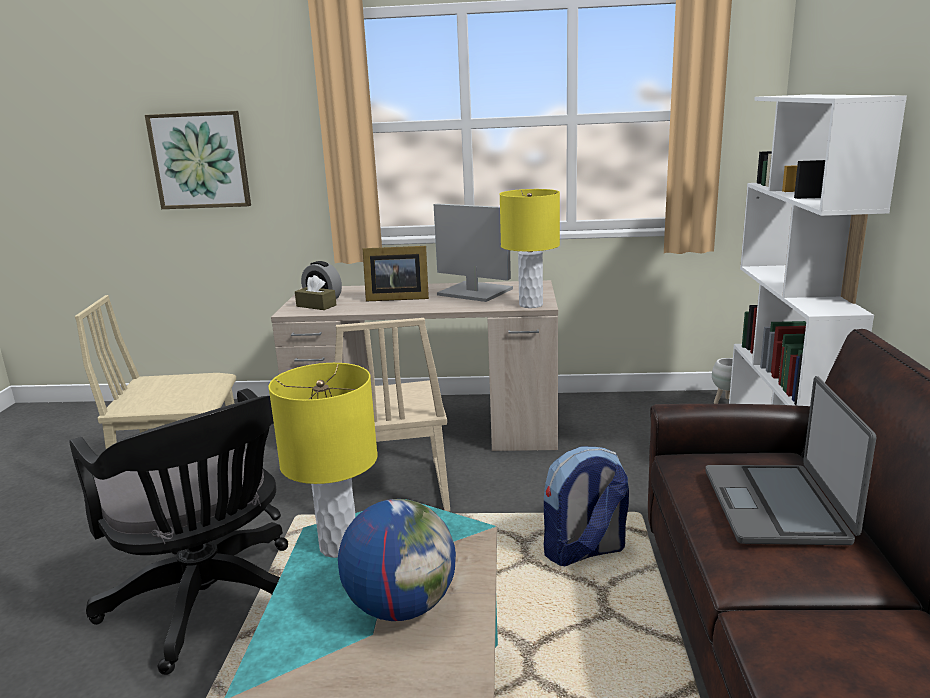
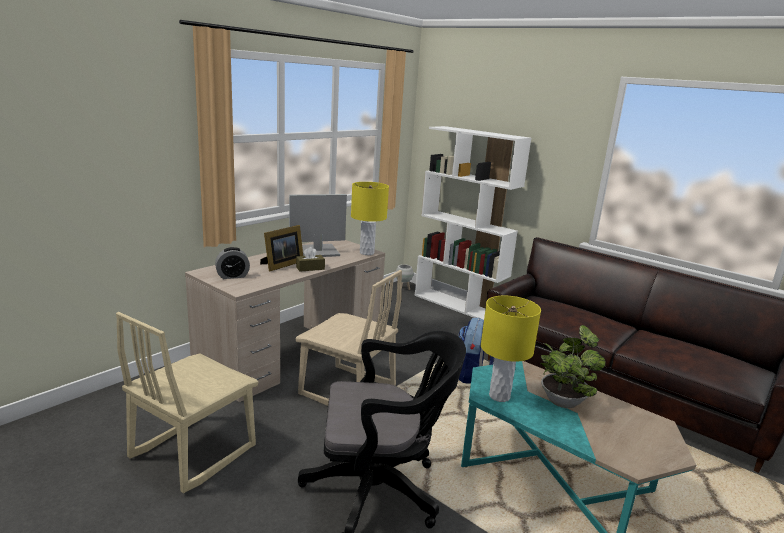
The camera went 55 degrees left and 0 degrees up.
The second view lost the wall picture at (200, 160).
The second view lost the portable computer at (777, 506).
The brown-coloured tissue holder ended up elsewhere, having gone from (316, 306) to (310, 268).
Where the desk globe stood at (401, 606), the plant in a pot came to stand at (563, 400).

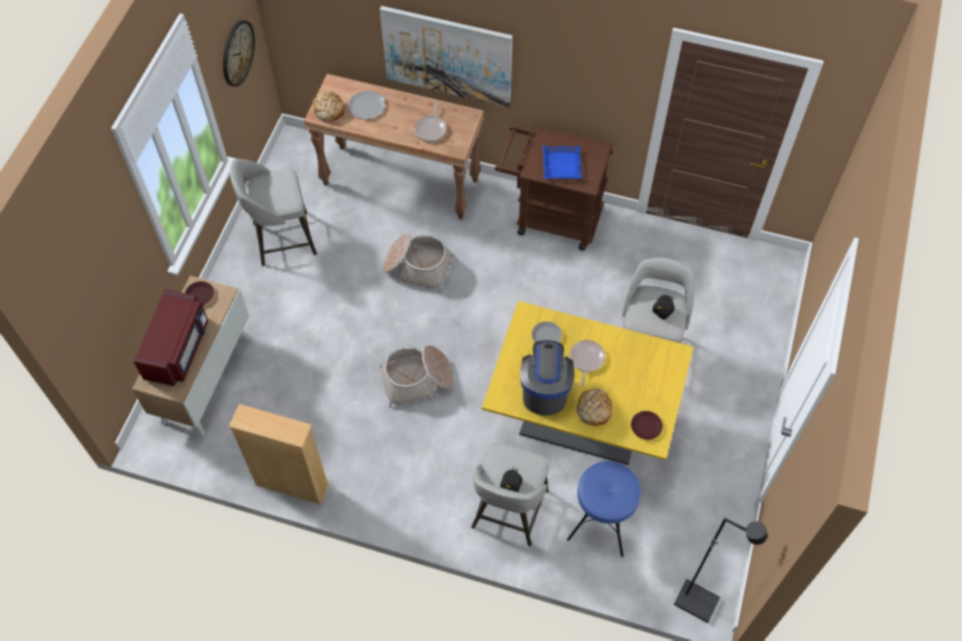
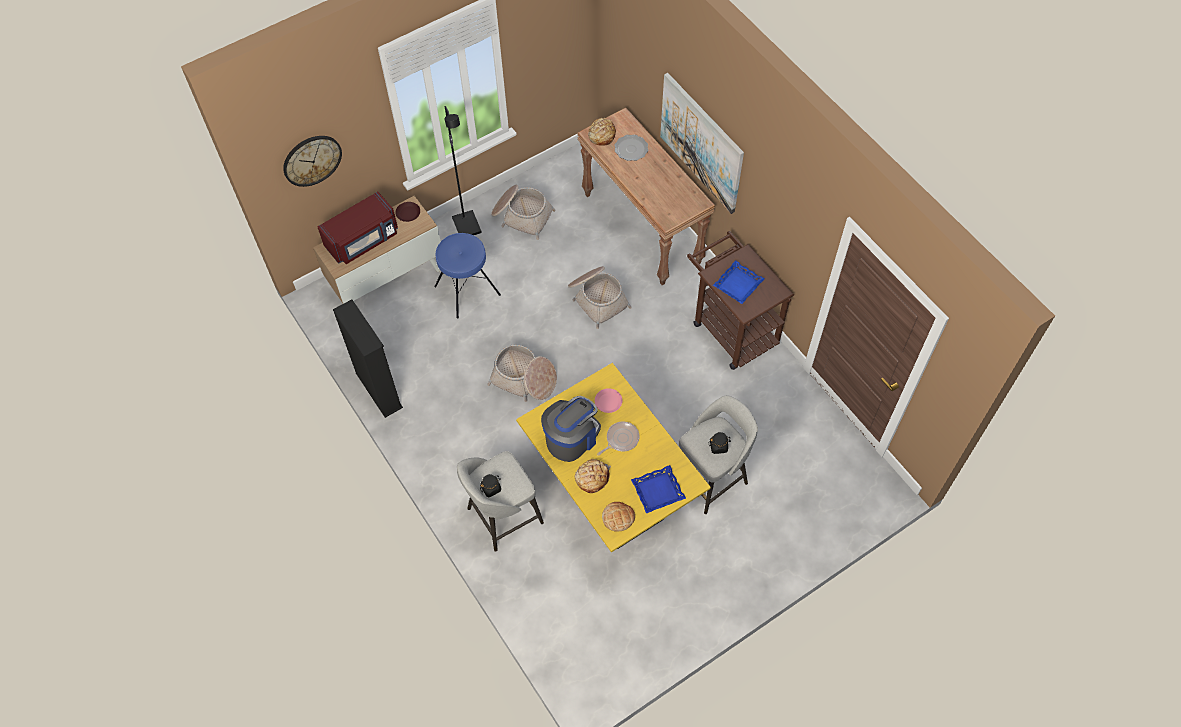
The camera went 40 degrees right and 0 degrees up.
The second view lost the pan at (431, 129).
The second view gained the bluish tray at (657, 490).
The hanging clock ended up elsewhere, having gone from (237, 53) to (312, 160).
The bluish stool ended up elsewhere, having gone from (602, 519) to (467, 290).
The black standard lamp ended up elsewhere, having gone from (697, 601) to (467, 226).
Where the greyish stool stood at (282, 239), the storage basket came to stand at (521, 216).
Where the brown-coloured flat dish stood at (646, 426), the bread came to stand at (618, 517).
What was the beige-coloured shelving unit at (292, 484) turned into the black shelving unit at (379, 390).
What was the greyish flat dish at (546, 336) turned into the pink flat dish at (608, 402).

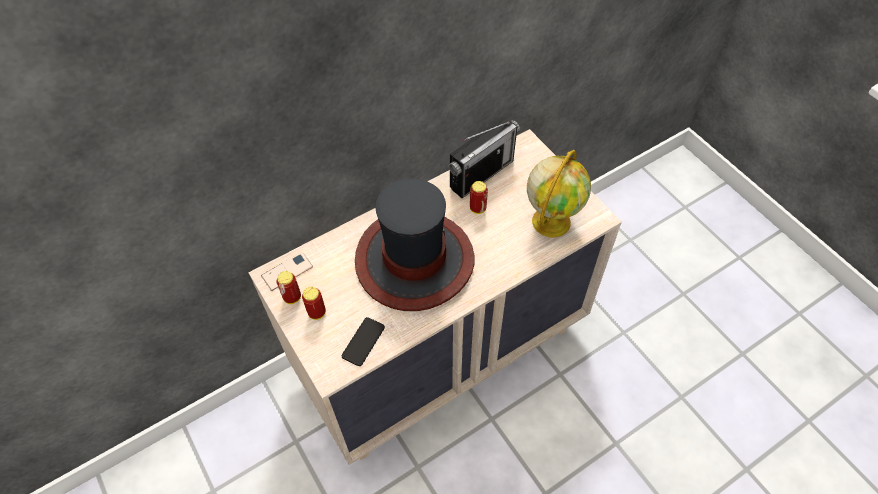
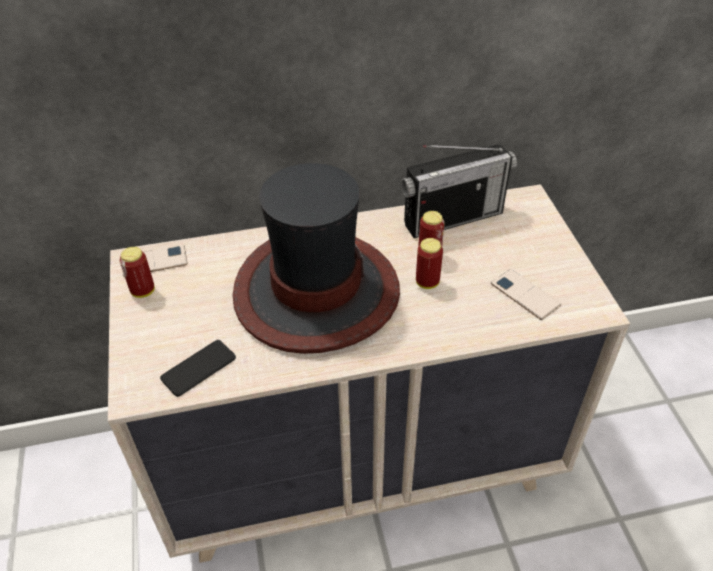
The camera went 20 degrees right and 10 degrees down.
The can ended up elsewhere, having gone from (317, 312) to (427, 282).
Where the desk globe stood at (551, 220), the phone came to stand at (525, 294).

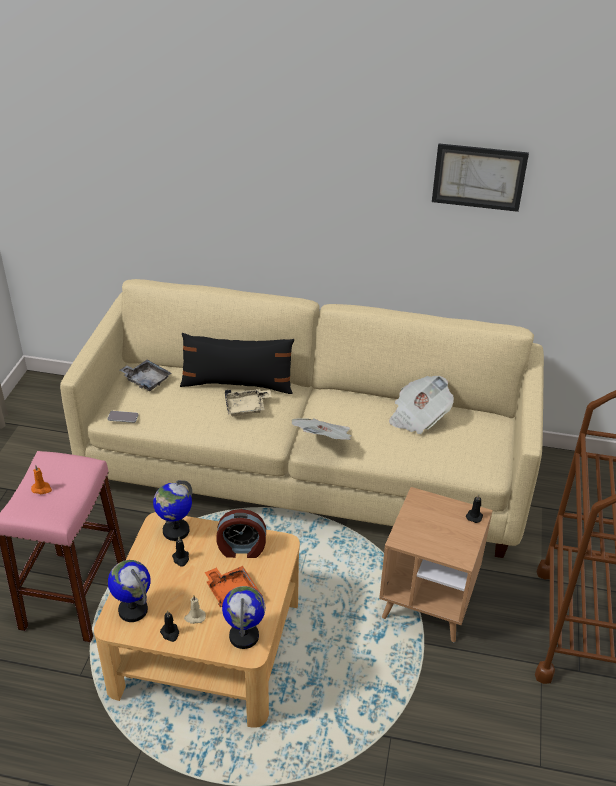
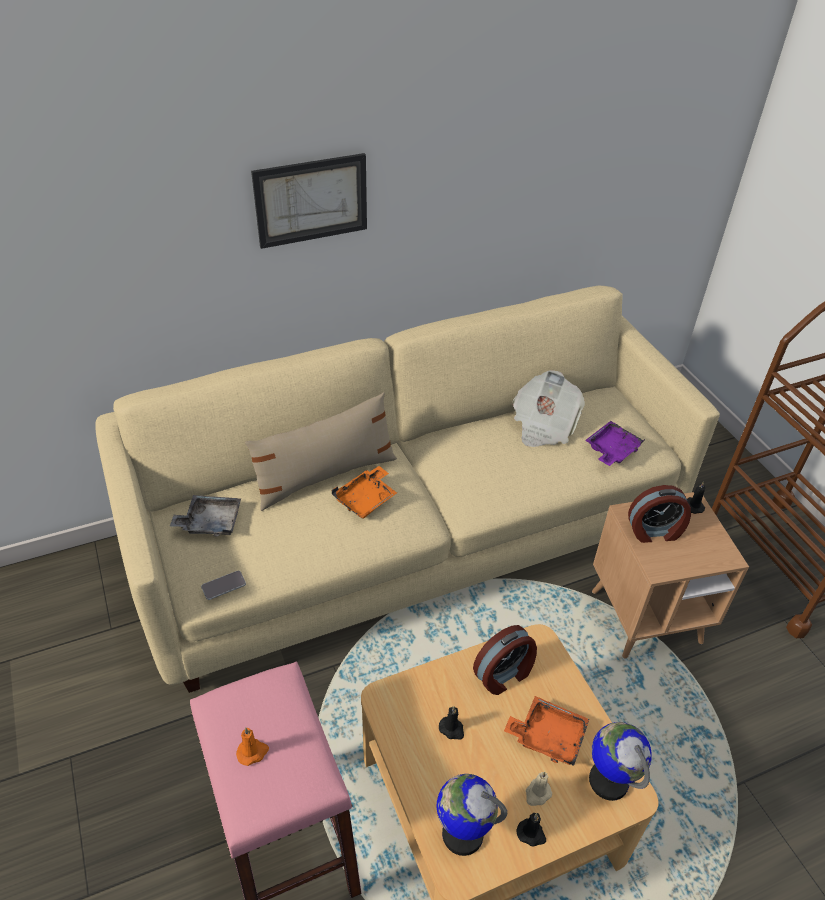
The camera went 35 degrees left and 5 degrees up.
The second view lost the desk globe at (175, 531).
The second view lost the printed paper at (324, 441).
The second view gained the purple-coloured tray at (611, 450).
The second view gained the bedside clock at (654, 531).
The wall picture ended up elsewhere, having gone from (479, 177) to (311, 200).
What was the black cushion at (237, 384) turned into the beige-coloured cushion at (325, 476).
What was the beige-coloured tray at (246, 407) turned into the orangey tray at (366, 499).

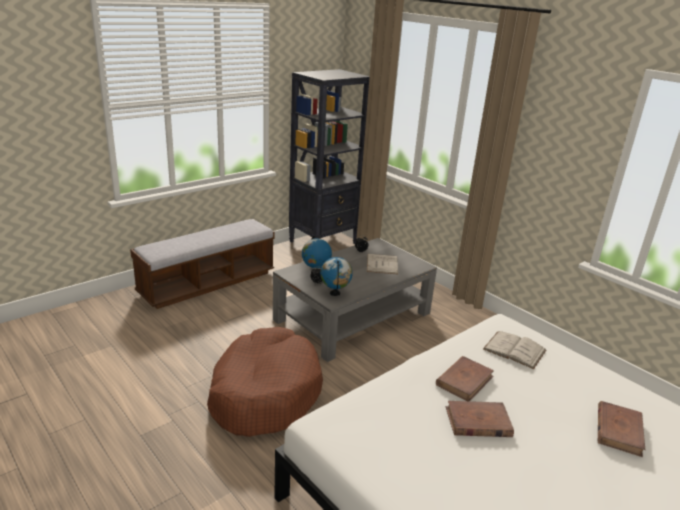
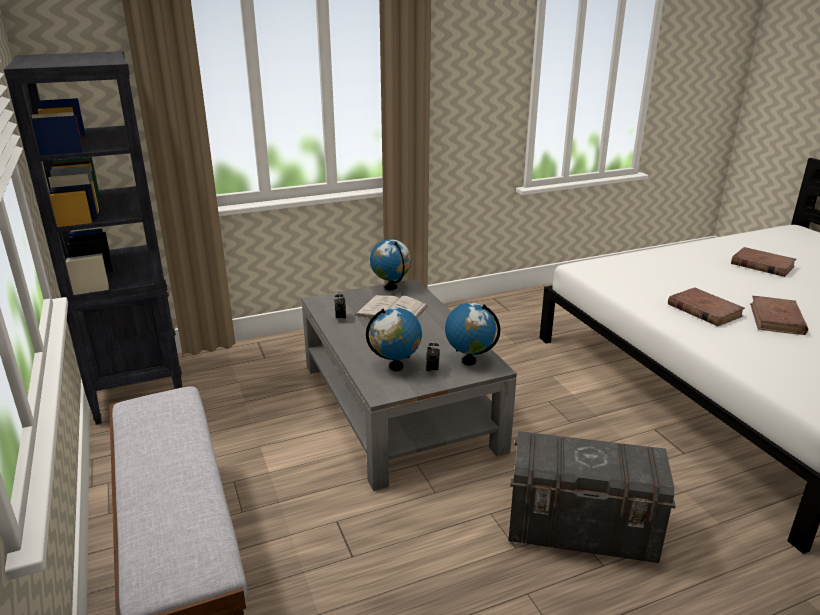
The camera went 70 degrees left and 0 degrees up.
The second view lost the whitish bound book at (514, 349).
The second view gained the desk globe at (391, 287).
Where the brown-coloured dog bed stood at (264, 393), the greyish storage bin came to stand at (581, 531).

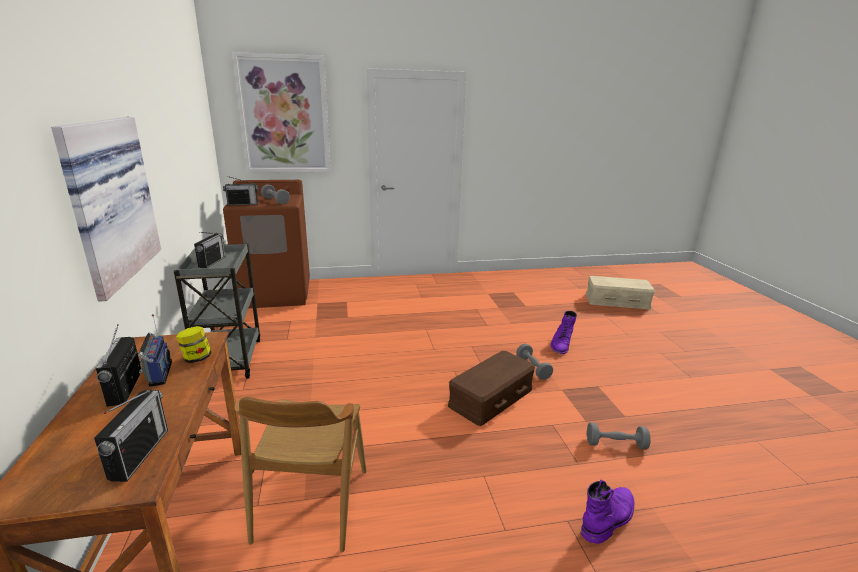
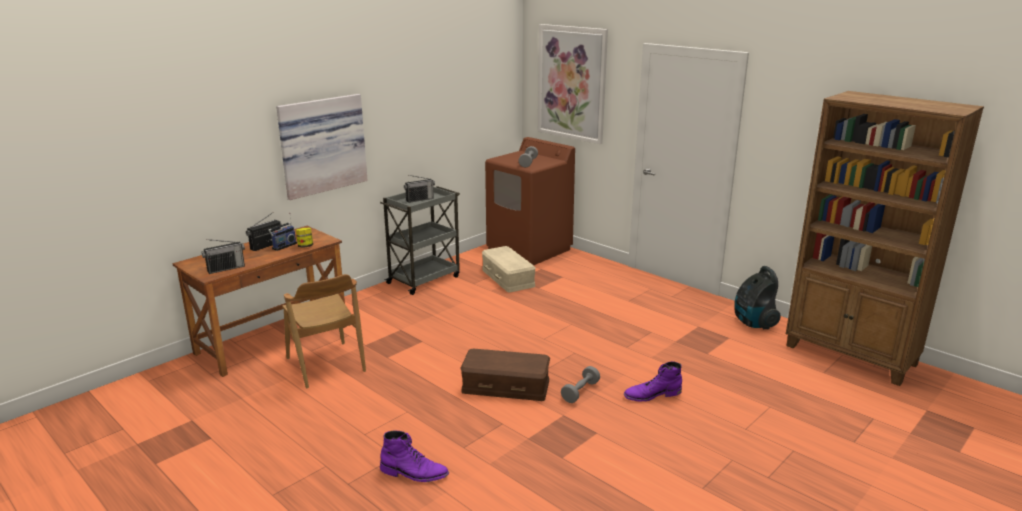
The camera went 55 degrees right and 0 degrees up.
The second view lost the radio at (243, 204).
The second view lost the greyish hand weight at (616, 444).
The second view gained the vacuum at (753, 323).
The second view gained the brown-coloured shelving unit at (851, 356).
The beige-coloured storage bin ended up elsewhere, having gone from (617, 300) to (508, 277).
The brown-coloured chair at (311, 504) ended up facing another way, 90 degrees counterclockwise from before.

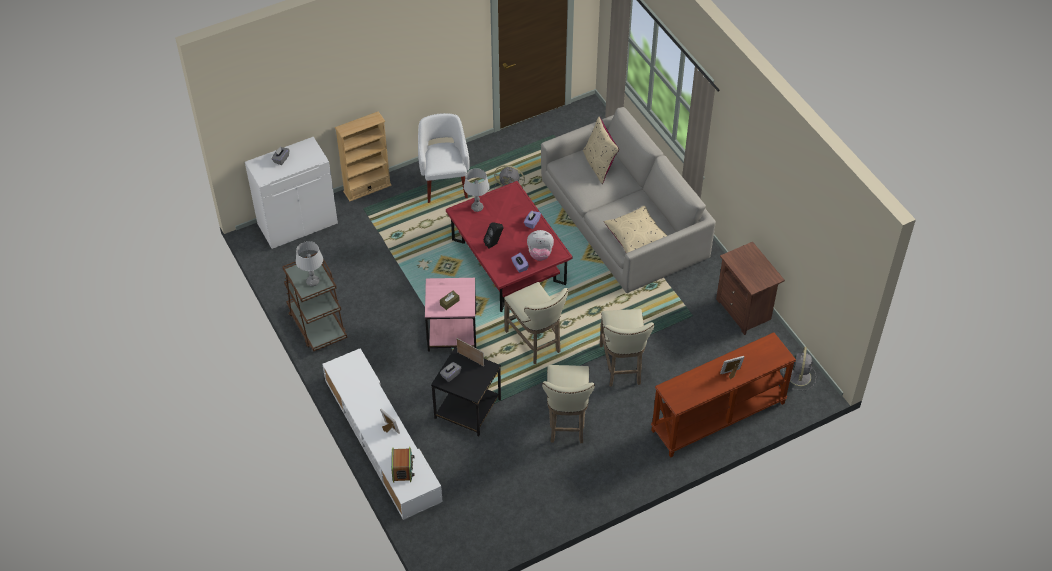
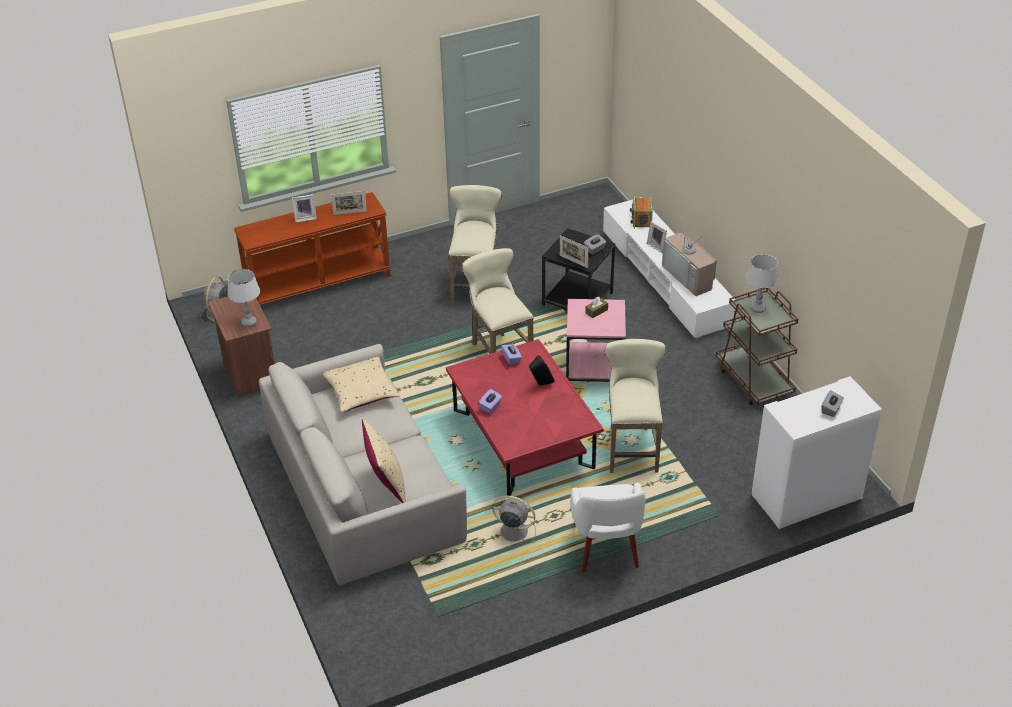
The camera went 175 degrees left and 10 degrees down.
The second view lost the beige-coloured shelving unit at (367, 188).
The second view lost the cuddly toy at (540, 254).
The second view gained the standing frame at (350, 213).
The second view gained the TV at (690, 277).
The greyish lamp for a table ended up elsewhere, having gone from (477, 207) to (249, 322).
The beige-coloured stool ended up elsewhere, having gone from (621, 367) to (631, 447).

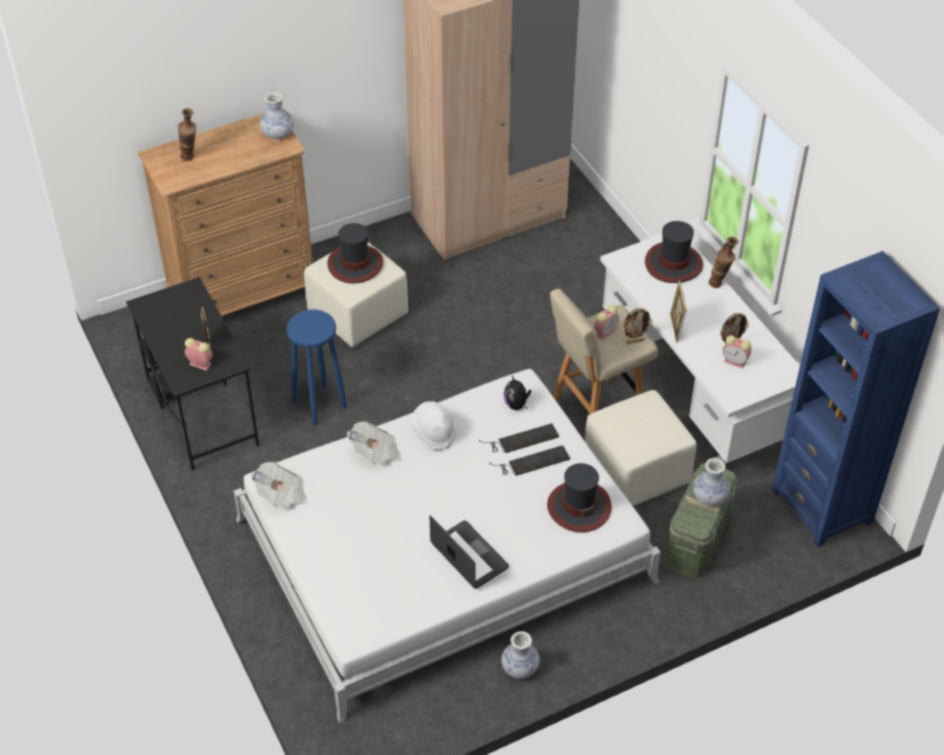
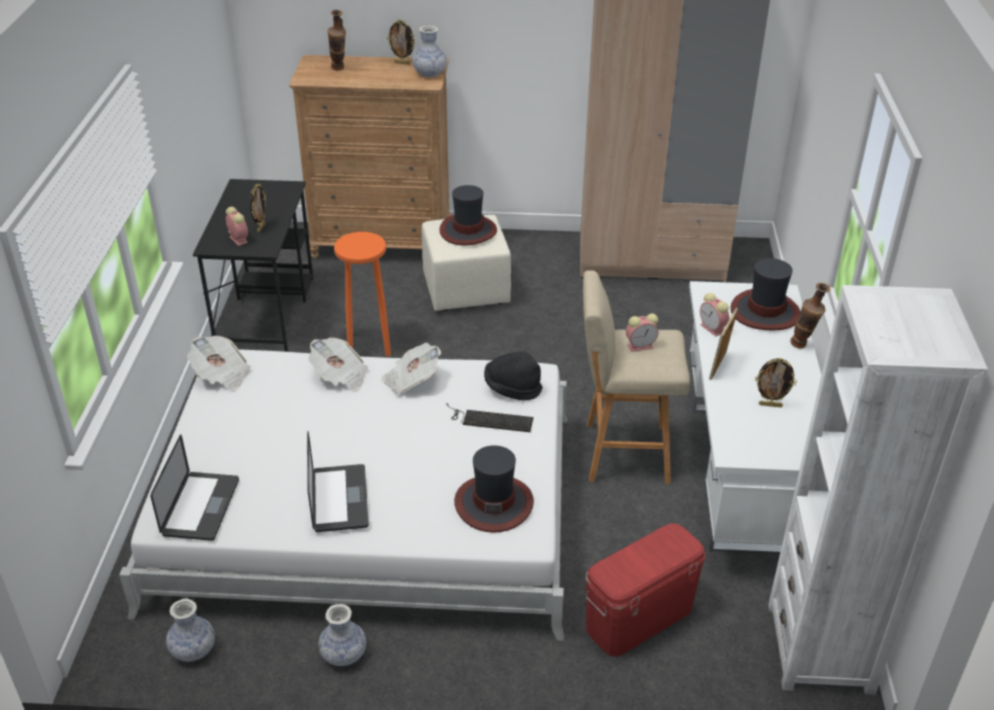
The camera went 30 degrees right and 10 degrees down.
The second view lost the keyboard at (531, 462).
The second view lost the beige-coloured ottoman at (635, 470).
The second view gained the portable computer at (201, 507).
The standing frame ended up elsewhere, having gone from (634, 341) to (402, 63).
The decorative vase ended up elsewhere, having gone from (709, 497) to (193, 650).
The bedside clock ended up elsewhere, having gone from (736, 361) to (713, 329).
Where the whitish clothing hat stood at (434, 432), the printed paper came to stand at (411, 380).
Where the cuddly toy stood at (516, 405), the black clothing hat came to stand at (512, 388).
What was the bluish stool at (320, 405) turned into the orangey stool at (368, 345).
What was the greenish storage bin at (697, 542) turned into the red storage bin at (639, 618).
What was the bluish shelving unit at (822, 506) turned into the whitish shelving unit at (820, 647).

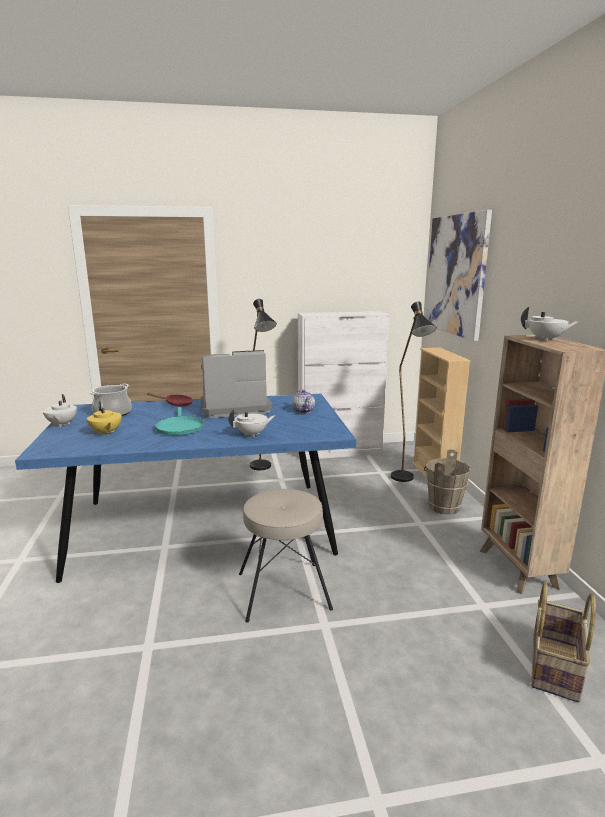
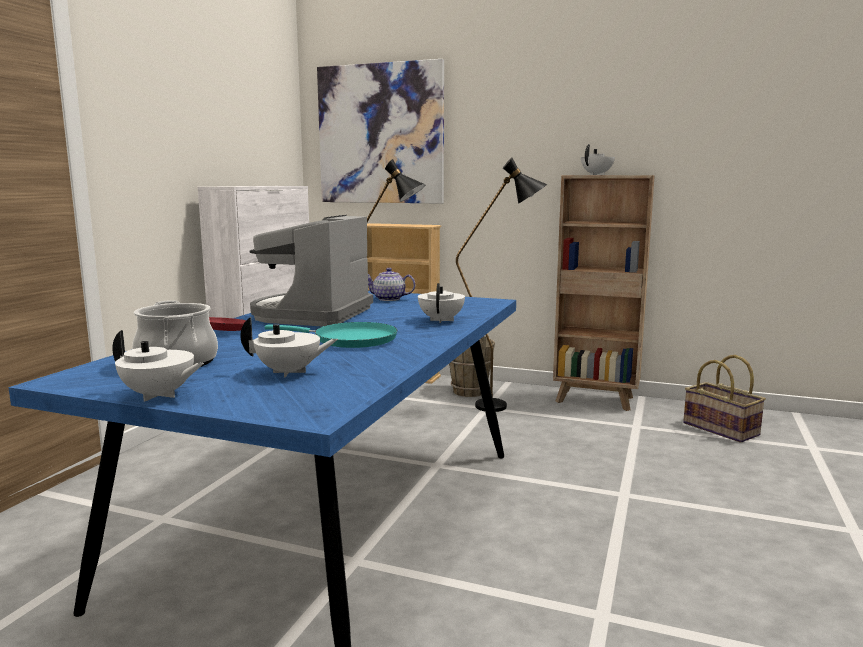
The camera went 60 degrees left and 5 degrees down.
The second view lost the beige-coloured stool at (283, 591).
The black standard lamp ended up elsewhere, having gone from (263, 469) to (503, 407).
What was the yellow tea pot at (106, 433) turned into the whitish tea pot at (289, 372).

